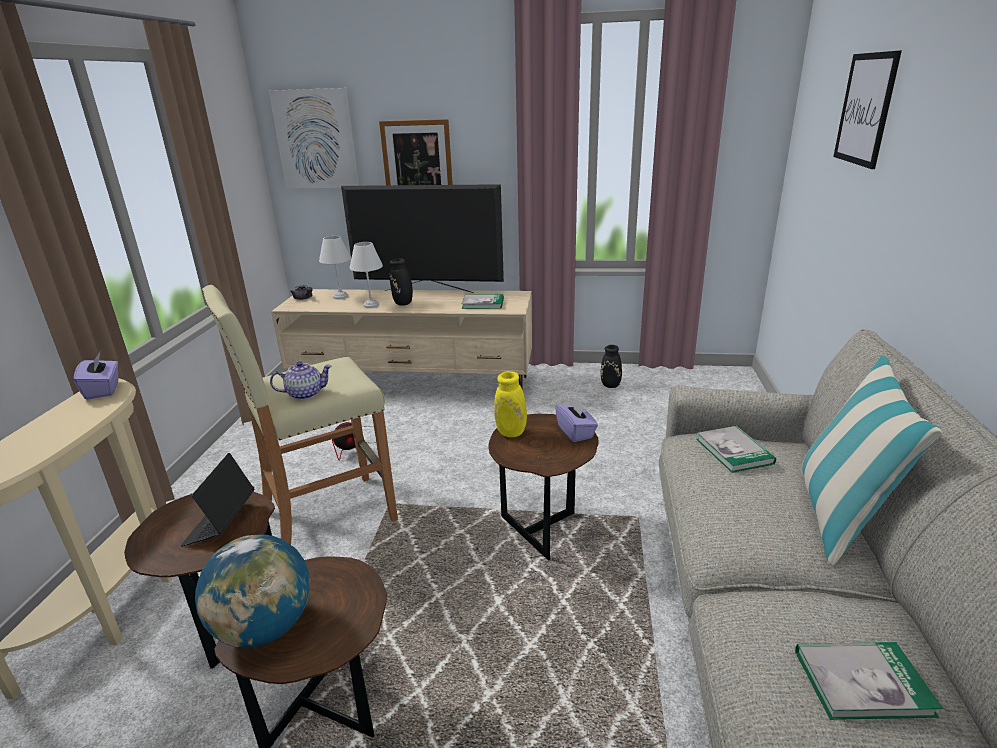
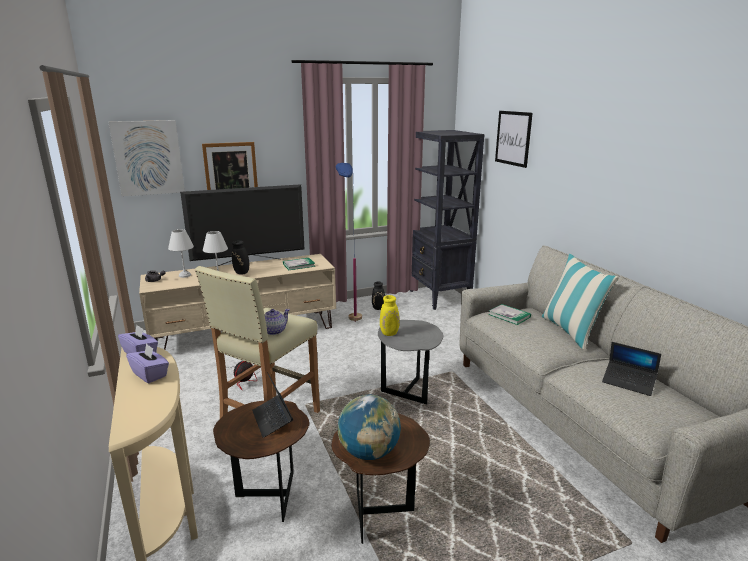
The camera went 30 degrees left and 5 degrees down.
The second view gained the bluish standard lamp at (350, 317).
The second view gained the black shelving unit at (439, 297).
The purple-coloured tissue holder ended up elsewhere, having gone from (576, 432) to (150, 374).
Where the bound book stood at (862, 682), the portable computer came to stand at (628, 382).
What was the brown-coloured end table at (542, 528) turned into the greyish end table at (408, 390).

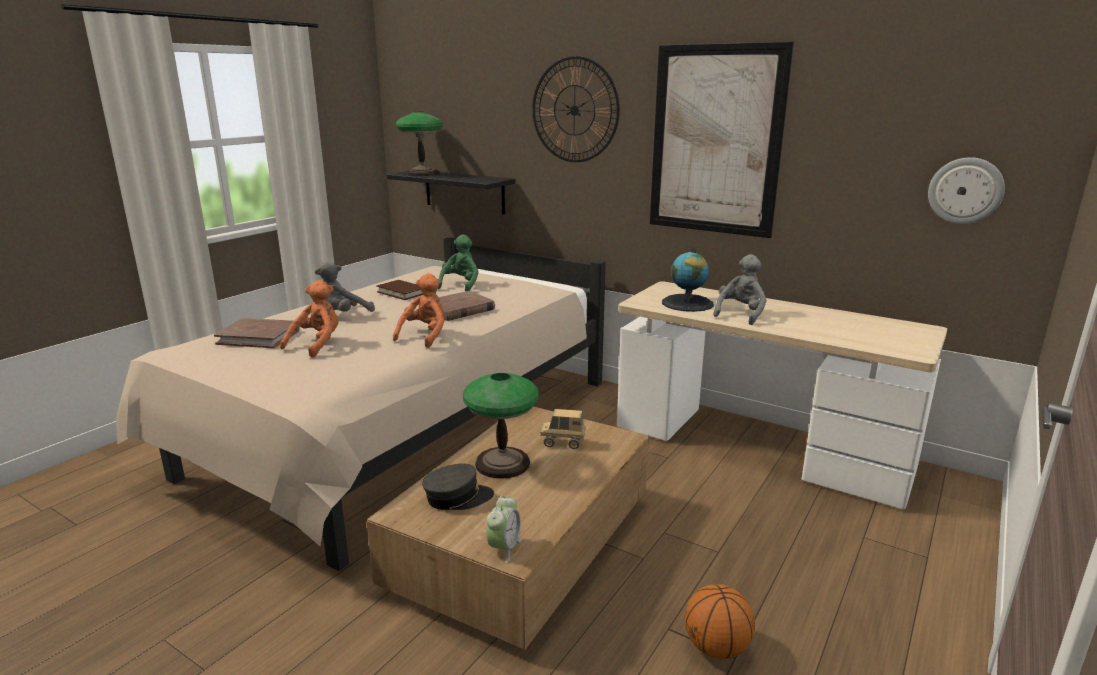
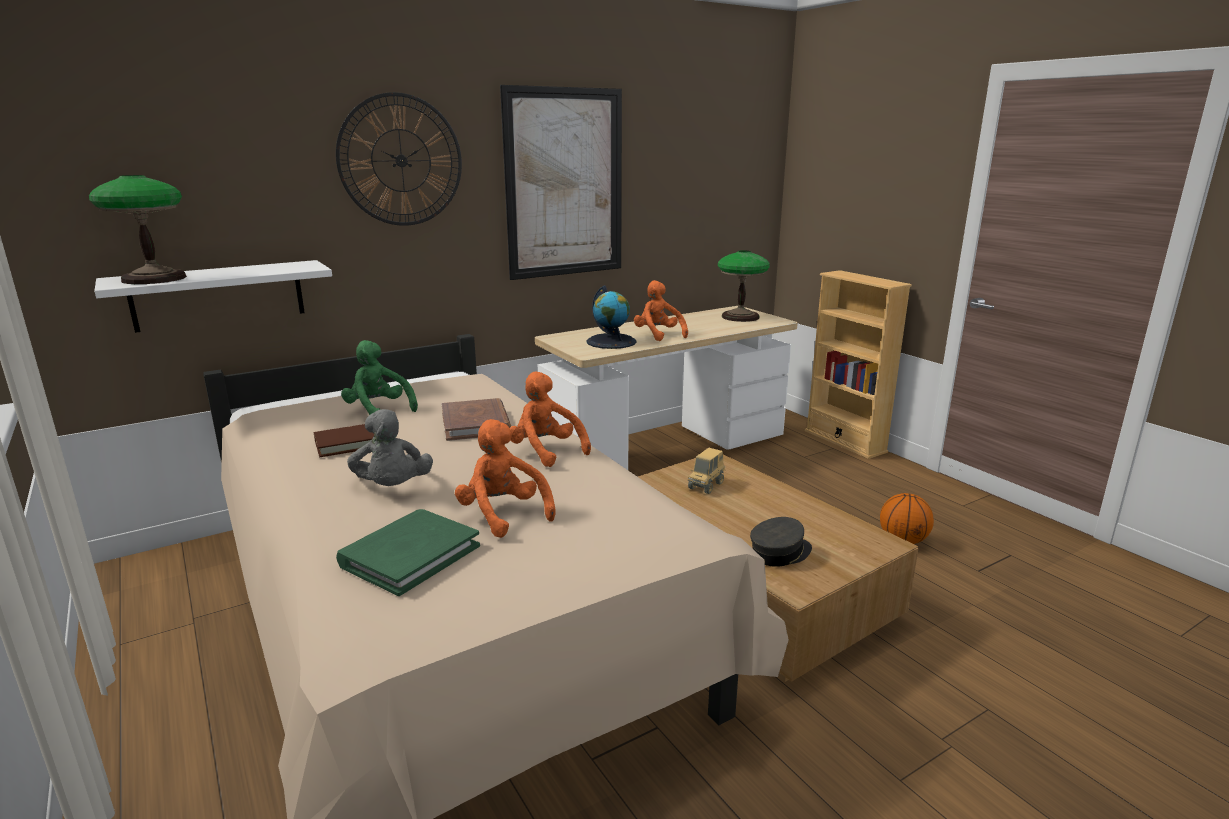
The camera went 65 degrees left and 0 degrees up.
The second view lost the bedside clock at (504, 548).
The second view lost the hanging clock at (965, 190).
The second view gained the beige-coloured shelving unit at (845, 441).
The lamp for a table ended up elsewhere, having gone from (502, 463) to (740, 317).
What was the brown-coloured bound book at (259, 337) turned into the greenish bound book at (410, 555).
What was the black shelf at (464, 191) turned into the whitish shelf at (219, 295).
What was the greyish cuddly toy at (740, 314) turned into the orangey cuddly toy at (658, 335).
The greyish peaked cap at (457, 497) ended up facing another way, 45 degrees clockwise from before.

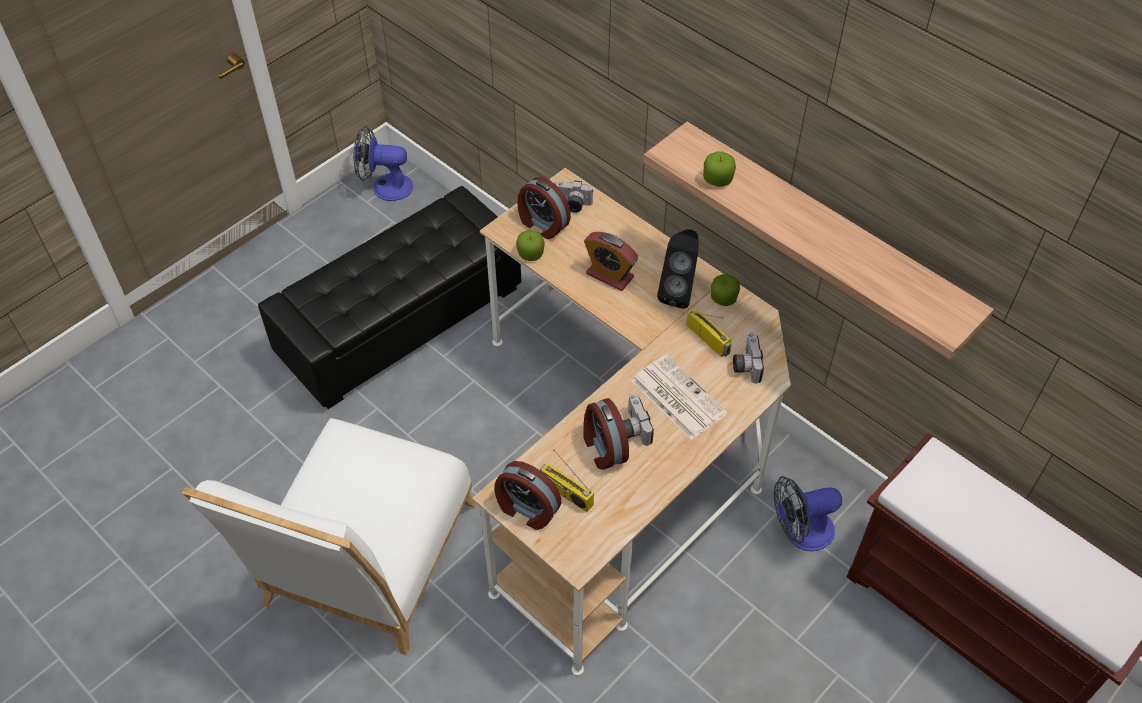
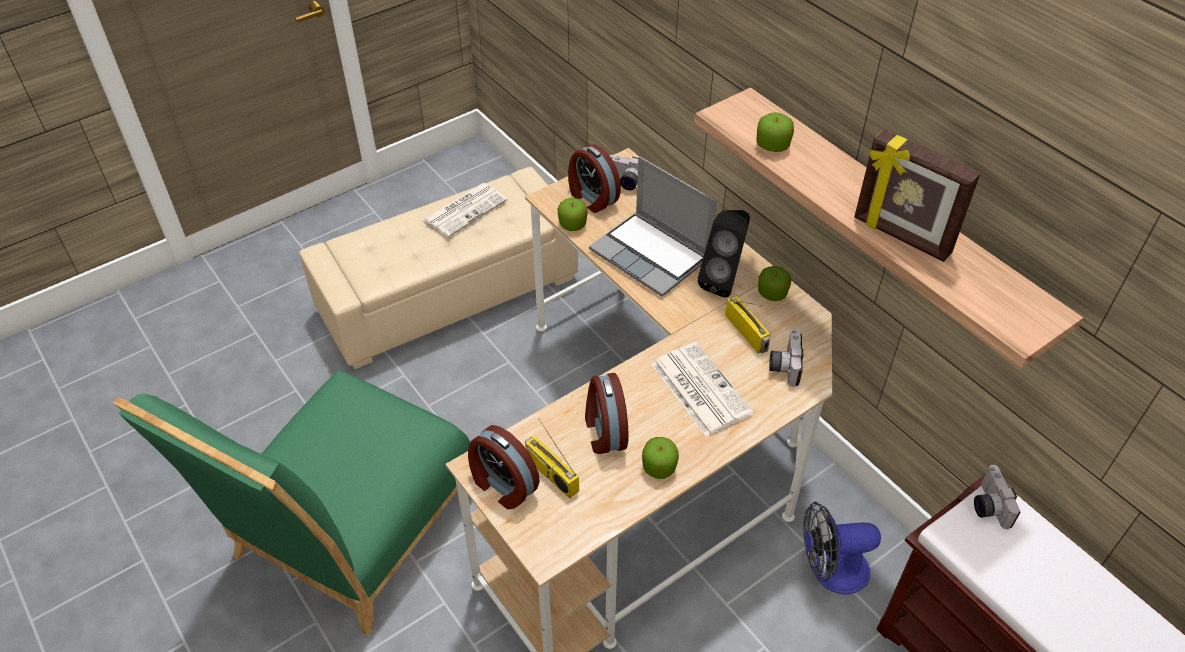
The camera went 10 degrees right and 5 degrees down.
The second view lost the cooling fan at (385, 186).
The second view gained the printed paper at (465, 209).
The second view gained the apple at (659, 467).
The second view gained the standing frame at (901, 237).
The still camera ended up elsewhere, having gone from (632, 428) to (987, 505).
Where the bedside clock stood at (609, 275), the portable computer came to stand at (652, 255).
What was the whitish chair at (365, 565) turned into the greenish chair at (350, 532).
What was the black ottoman at (400, 320) turned into the beige-coloured ottoman at (448, 294).

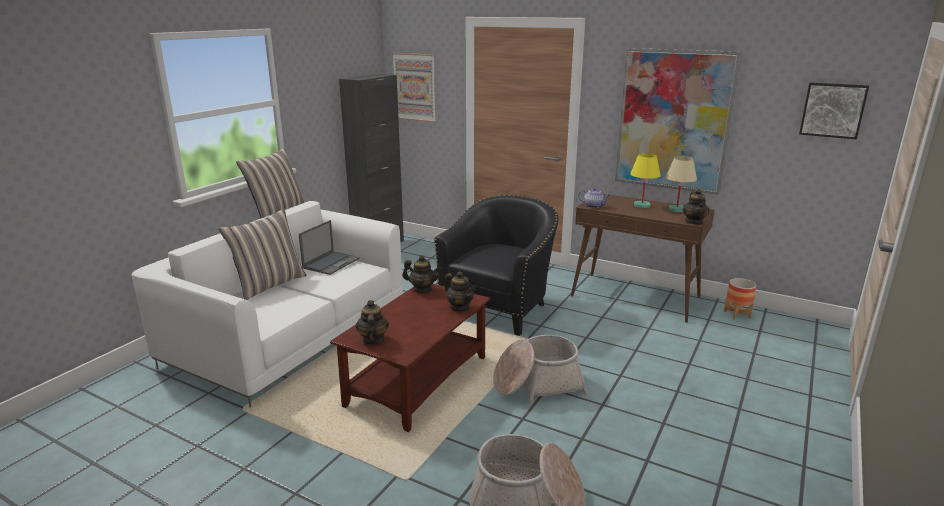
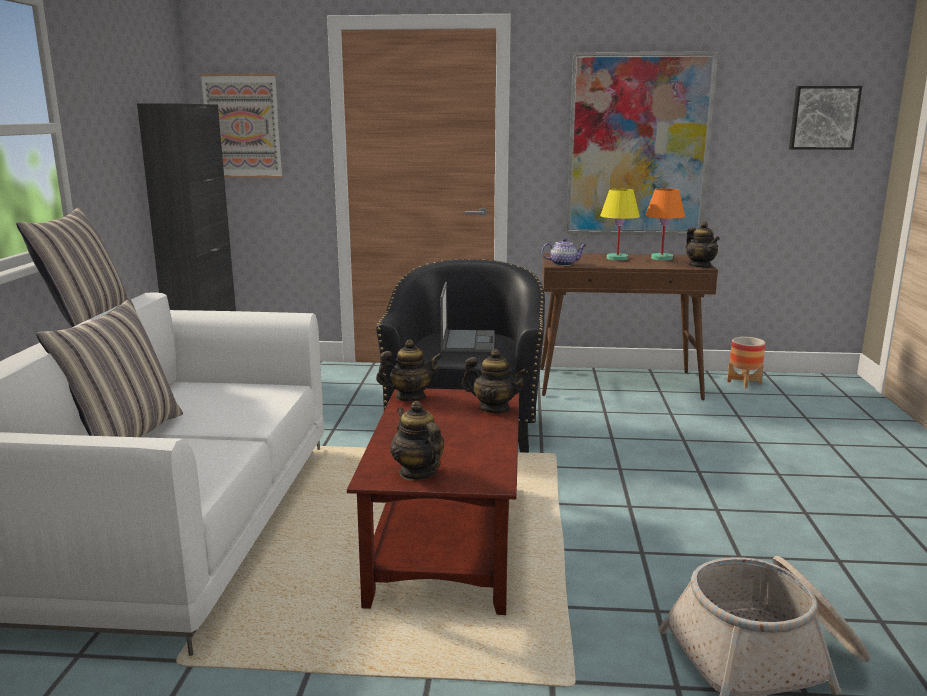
The camera went 25 degrees left and 5 degrees down.
The second view lost the storage basket at (537, 384).
The portable computer ended up elsewhere, having gone from (331, 263) to (468, 341).
What was the beige-coloured lamp for a table at (677, 209) turned into the orangey lamp for a table at (662, 258).

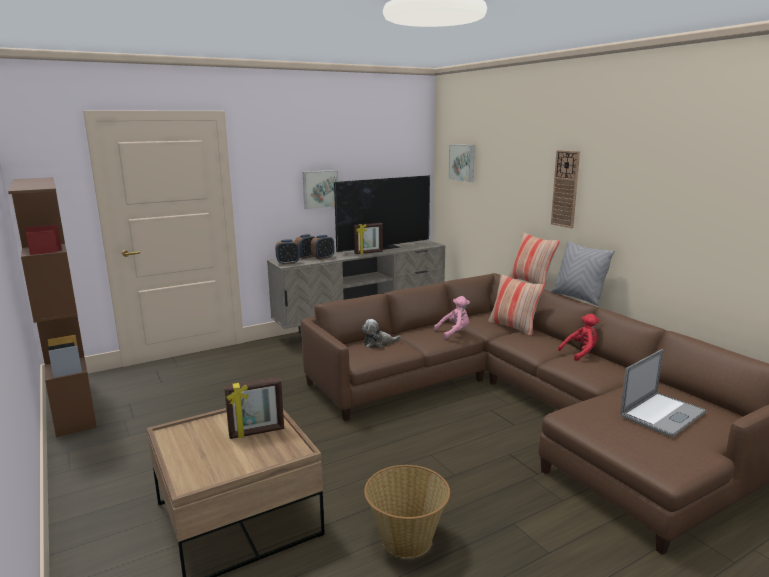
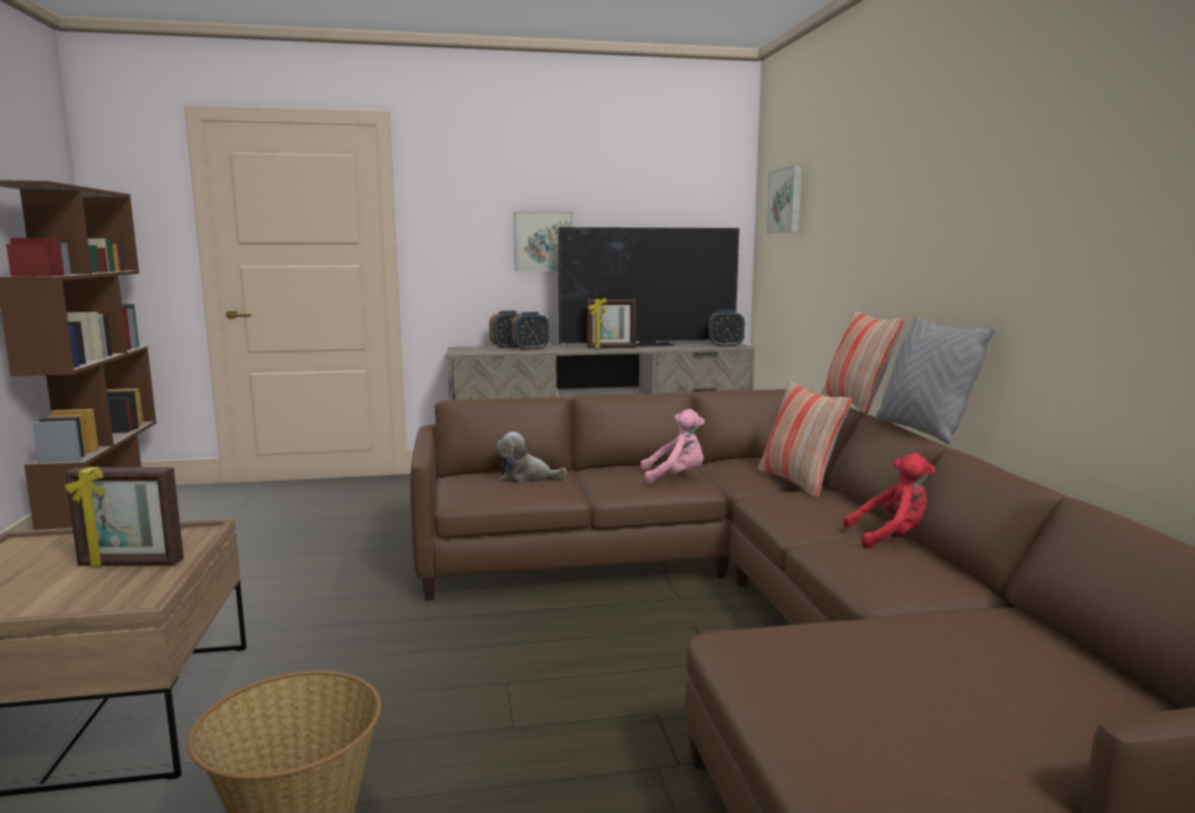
The camera went 20 degrees right and 5 degrees down.
The second view lost the hanging clock at (565, 189).
The second view lost the portable computer at (662, 414).
The bedside clock ended up elsewhere, having gone from (288, 263) to (726, 346).

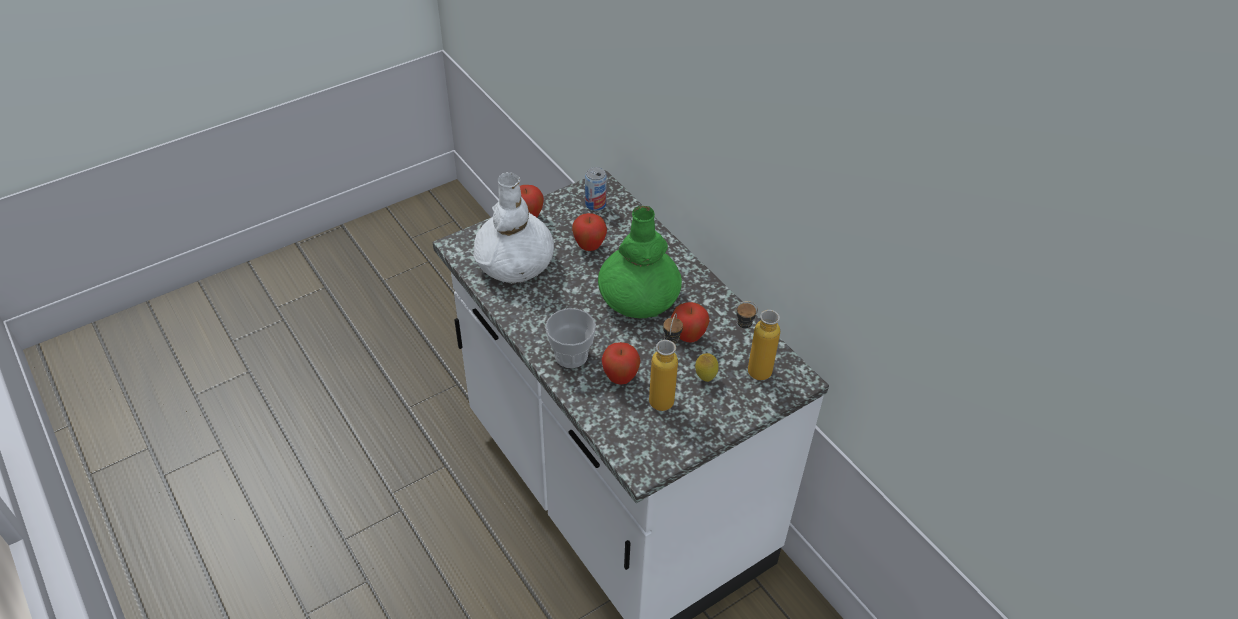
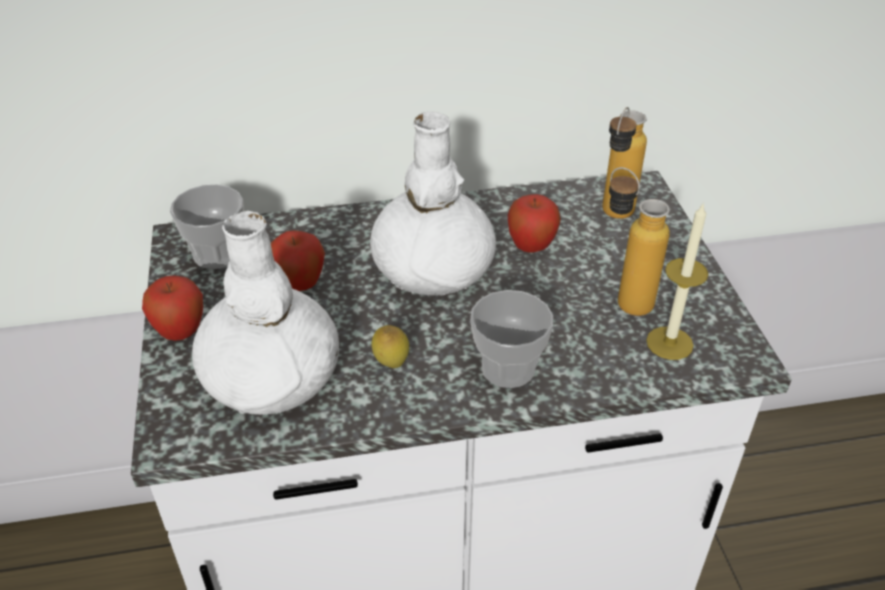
The camera went 65 degrees left and 5 degrees down.
The second view lost the apple at (620, 378).
The second view gained the candle at (669, 343).
The citrus fruit ended up elsewhere, having gone from (705, 377) to (391, 365).
Where the can stood at (595, 204), the cup came to stand at (217, 254).
What was the greenish decorative vase at (638, 297) turned into the whitish decorative vase at (432, 268).

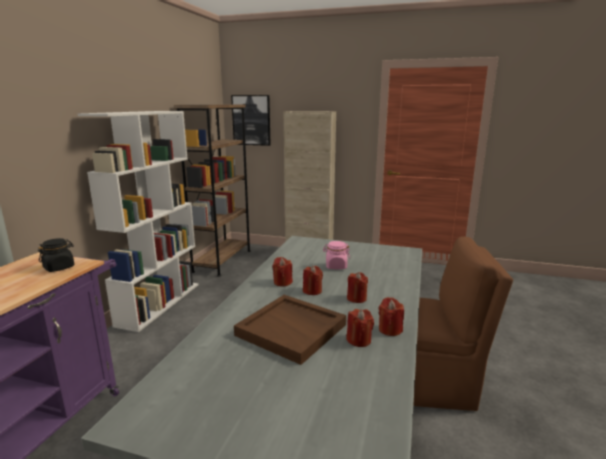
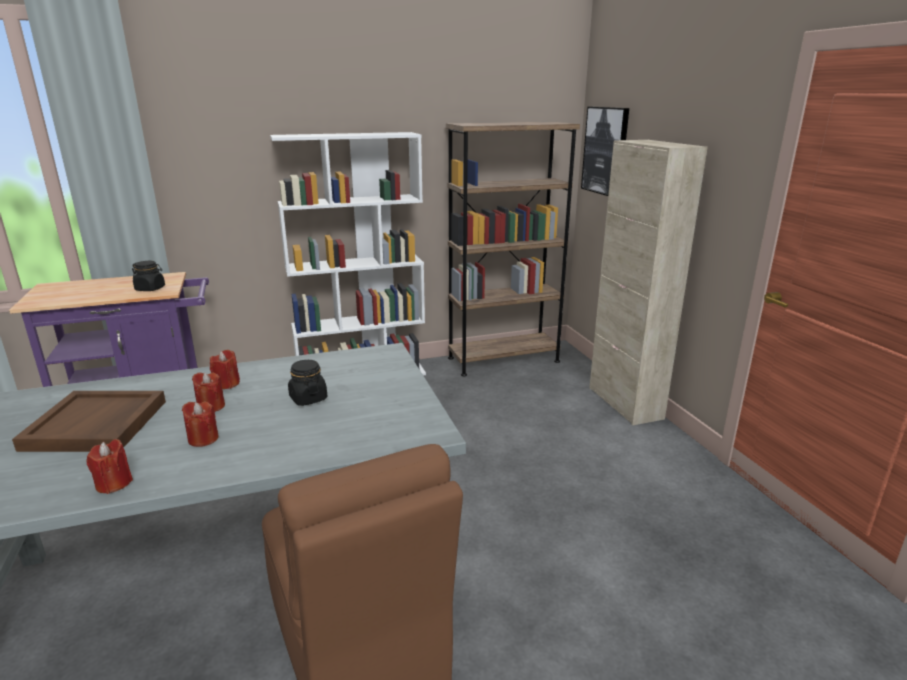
The camera went 55 degrees right and 5 degrees up.
The second view lost the red candle at (359, 340).
What was the pink jar at (336, 266) turned into the black jar at (308, 398).

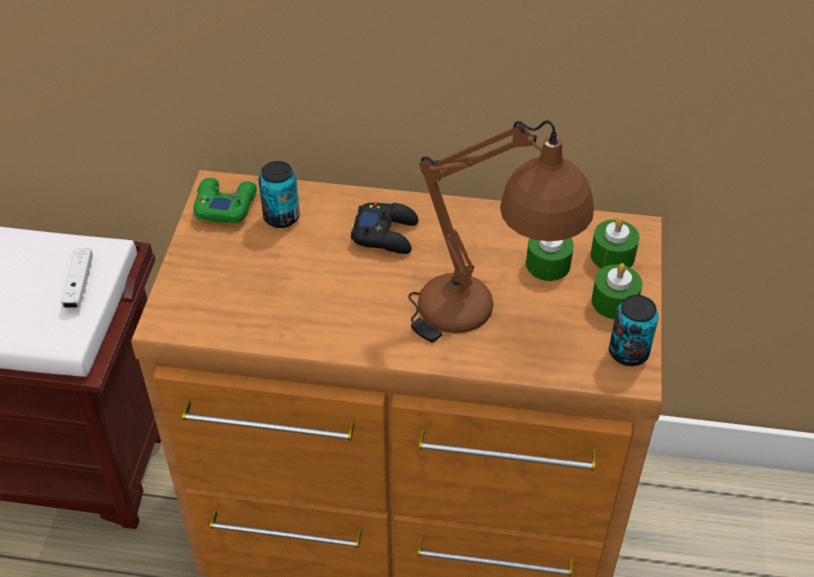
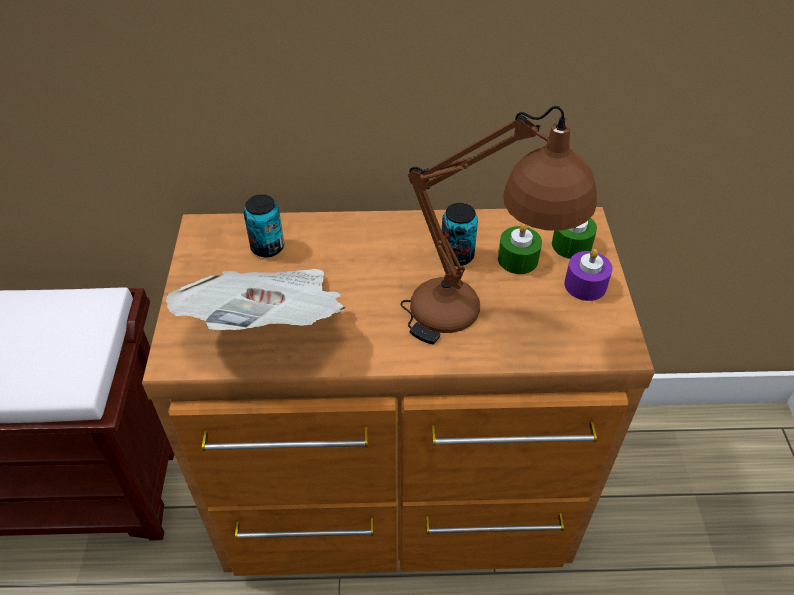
The camera went 10 degrees left and 0 degrees up.
The second view lost the whitish gamepad at (79, 284).
The second view lost the greenish gamepad at (225, 205).
The second view lost the black gamepad at (386, 234).
The second view gained the printed paper at (270, 325).
The can ended up elsewhere, having gone from (628, 352) to (457, 256).
What was the greenish candle at (614, 302) turned into the purple-coloured candle at (585, 285).

